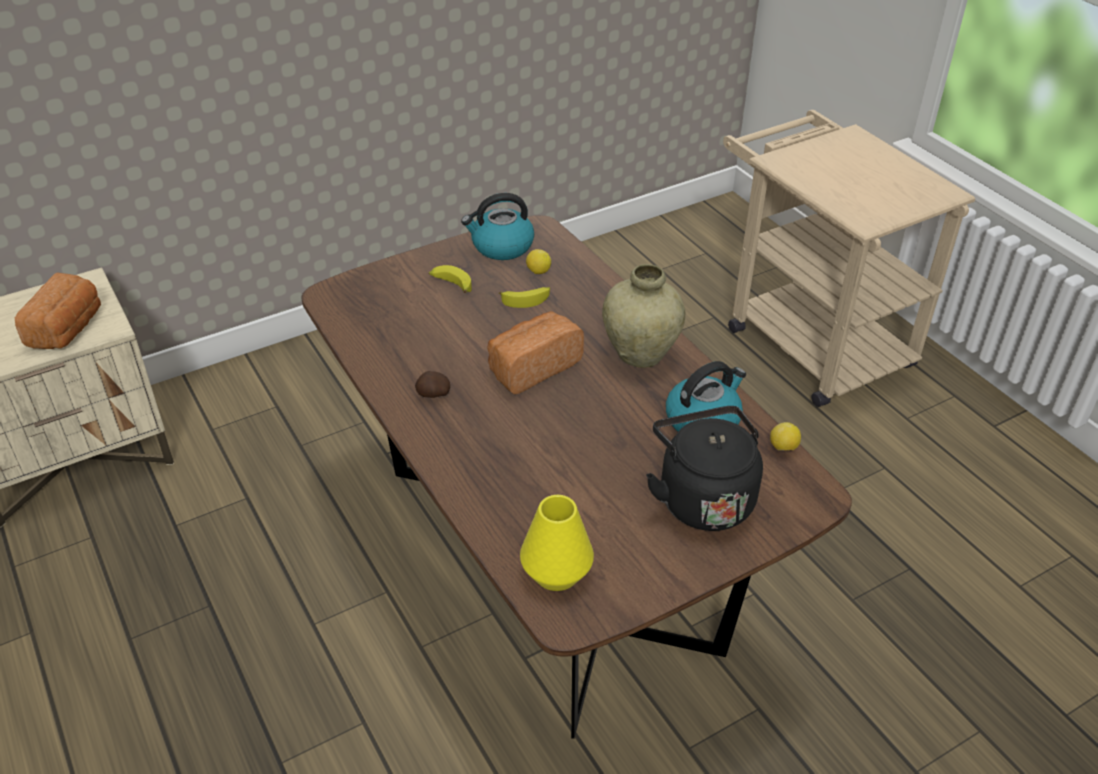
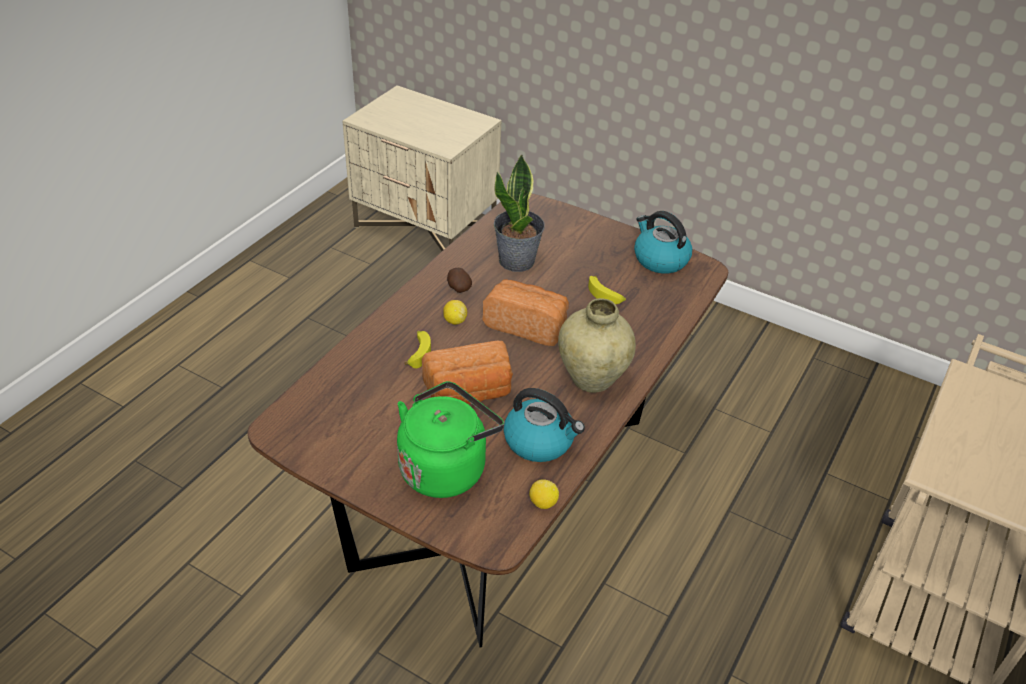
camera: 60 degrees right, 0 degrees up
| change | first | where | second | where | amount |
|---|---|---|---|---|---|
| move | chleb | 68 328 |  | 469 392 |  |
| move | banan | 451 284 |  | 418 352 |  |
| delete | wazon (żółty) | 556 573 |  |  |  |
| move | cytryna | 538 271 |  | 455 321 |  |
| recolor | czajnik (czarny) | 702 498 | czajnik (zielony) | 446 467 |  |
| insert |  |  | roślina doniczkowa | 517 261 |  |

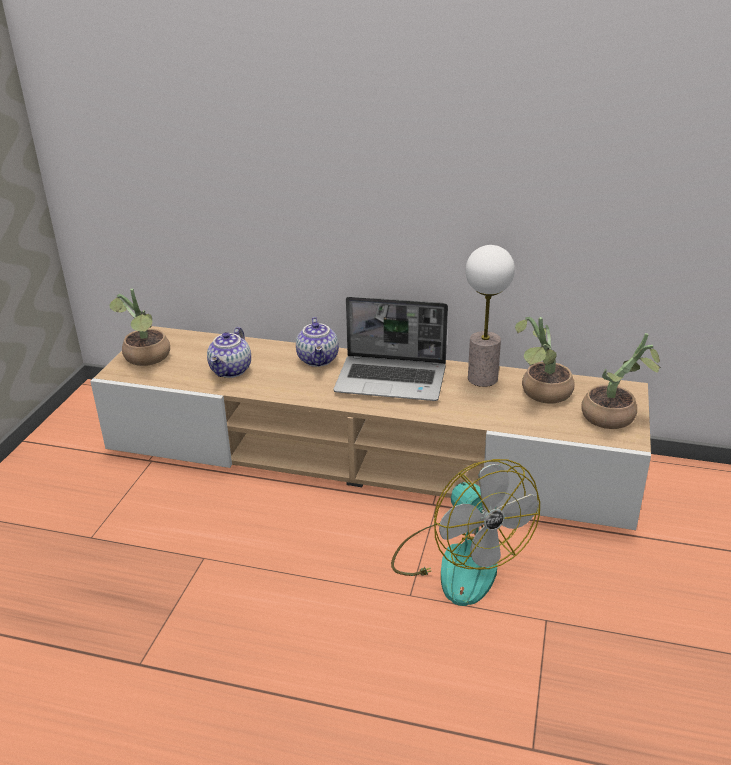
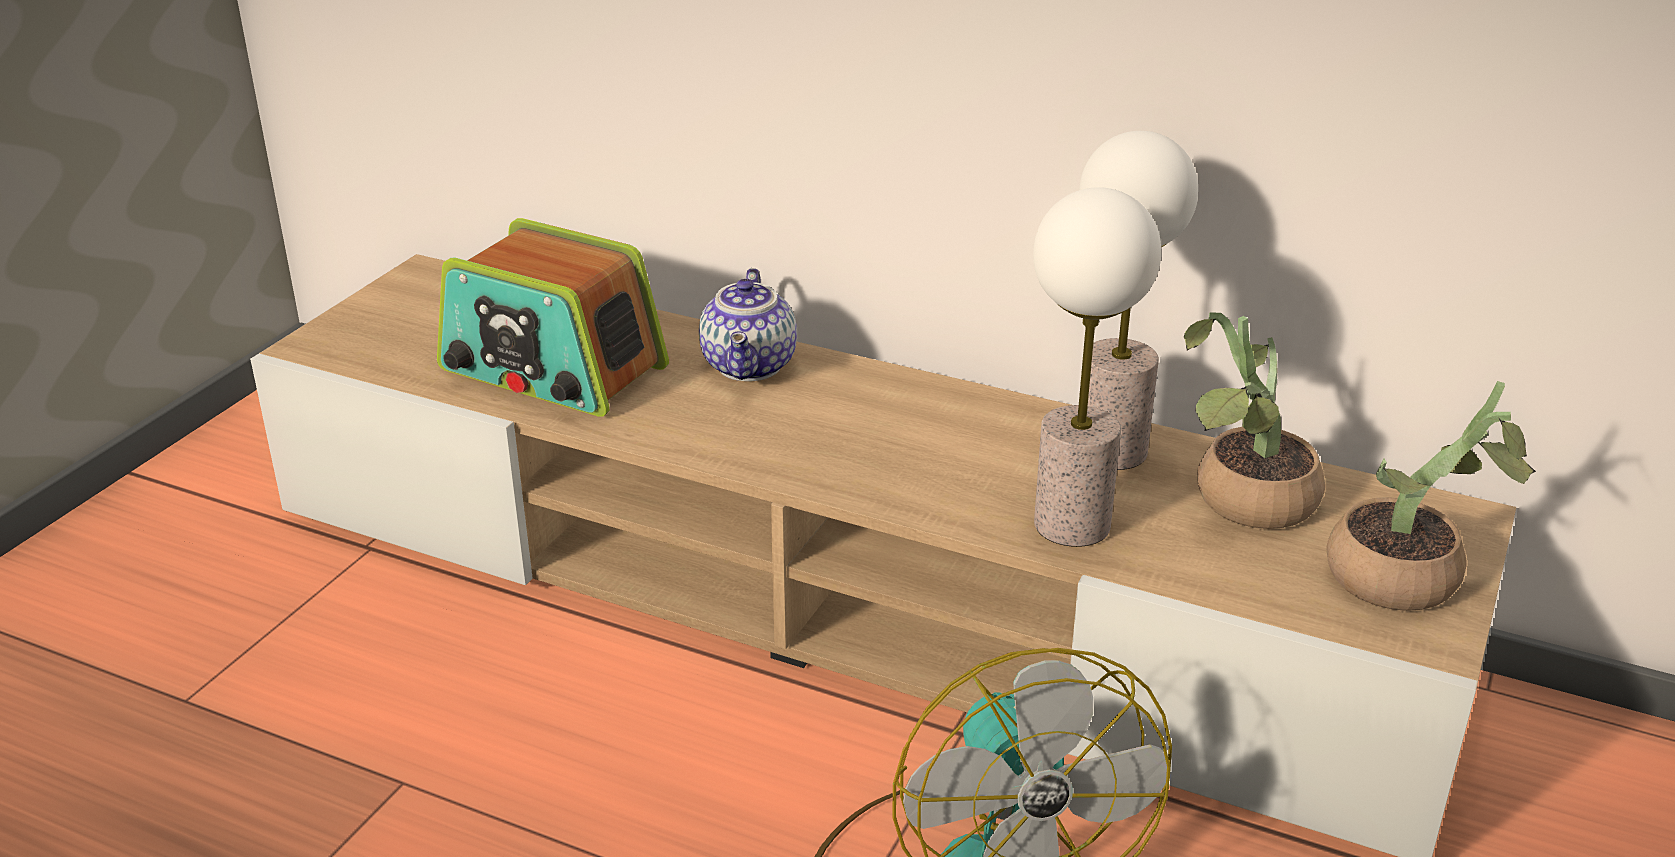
camera: 10 degrees right, 0 degrees up
| change | first | where | second | where | amount |
|---|---|---|---|---|---|
| delete | roślina doniczkowa | 146 359 |  |  |  |
| replace | imbryk | 231 371 | radio | 552 370 |  |
| delete | laptop | 392 380 |  |  |  |
| insert |  |  | lampa stołowa | 1070 524 |  |

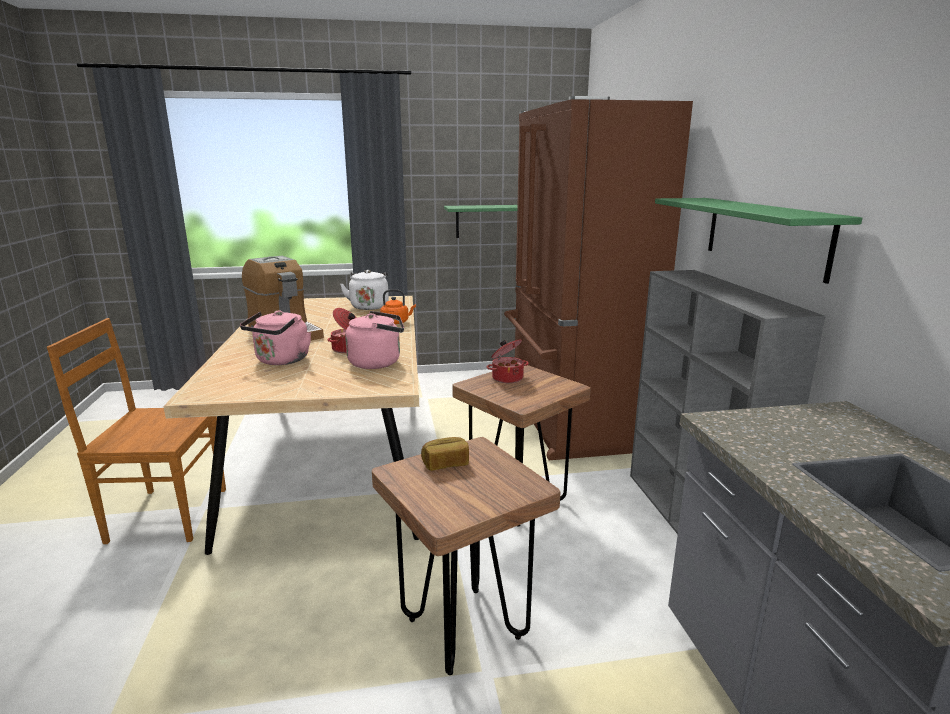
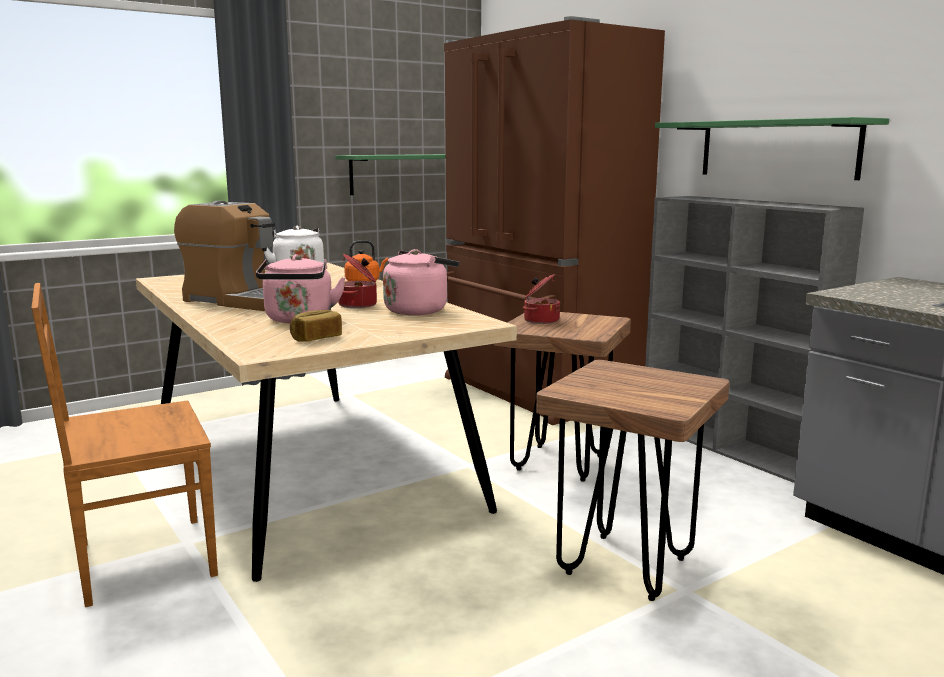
camera: 25 degrees left, 5 degrees down
| change | first | where | second | where | amount |
|---|---|---|---|---|---|
| move | chleb | 445 464 |  | 316 338 |  |

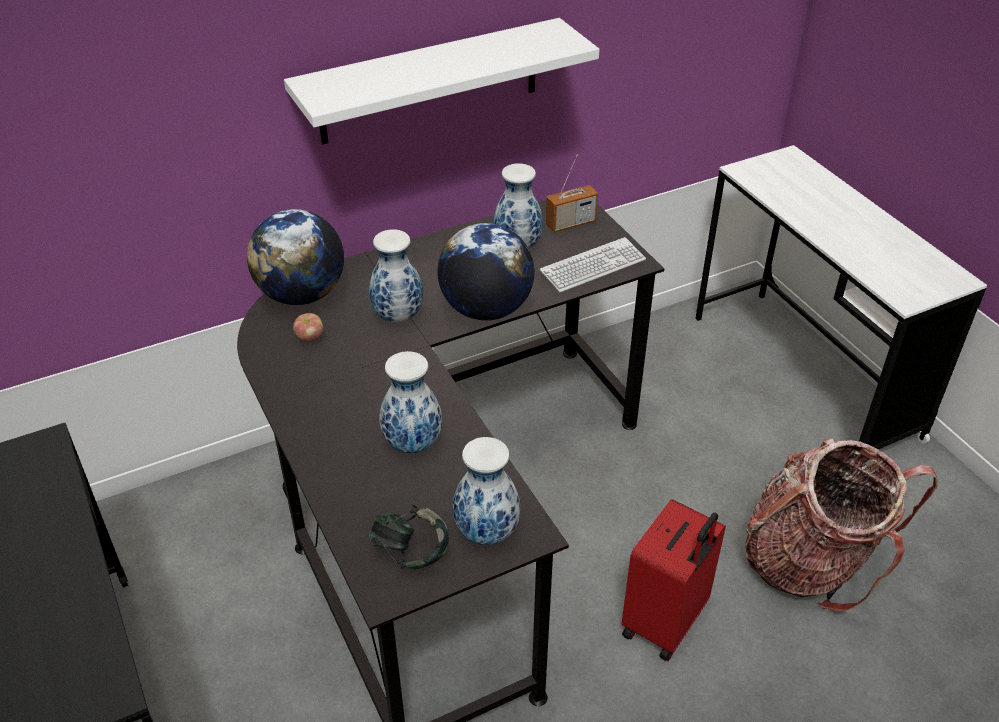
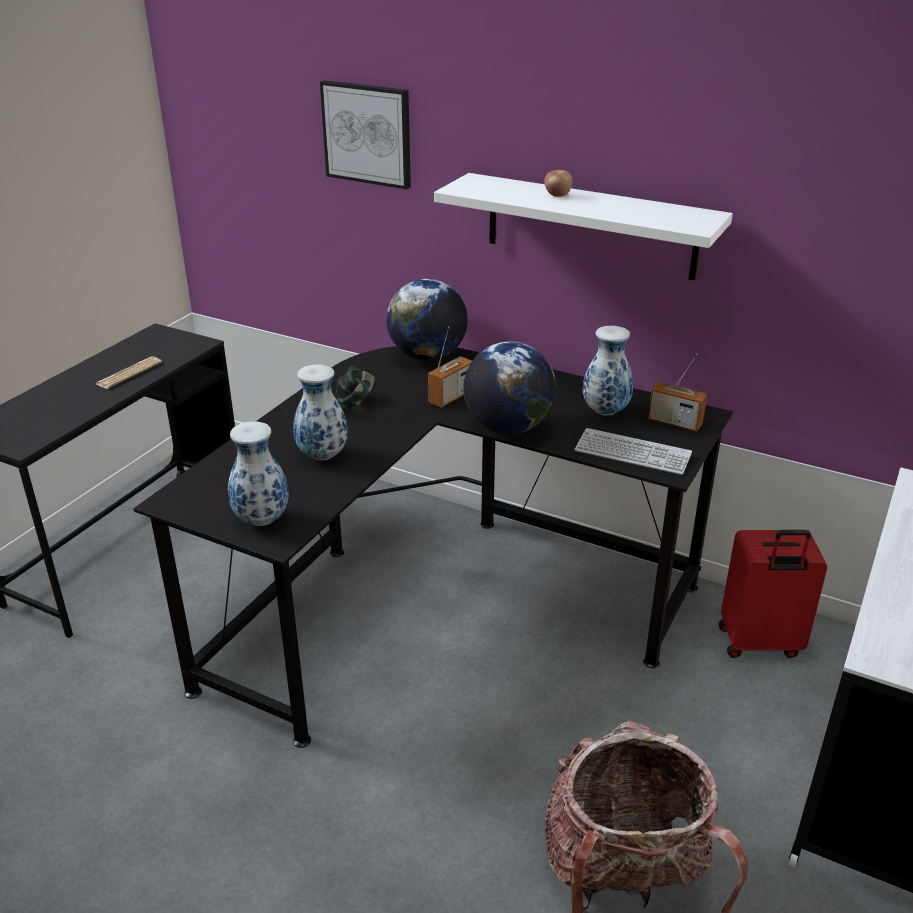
camera: 55 degrees right, 10 degrees down
| change | first | where | second | where | amount |
|---|---|---|---|---|---|
| move | jabłko | 310 338 |  | 557 195 |  |
| replace | wazon | 396 316 | radio | 451 397 |  |
| move | słuchawki | 410 552 |  | 356 404 |  |
| move | walizka (czerwony) | 665 623 |  | 759 643 |  |
| insert |  |  | gazeta | 129 373 |  |
| insert |  |  | obraz | 367 133 |  |

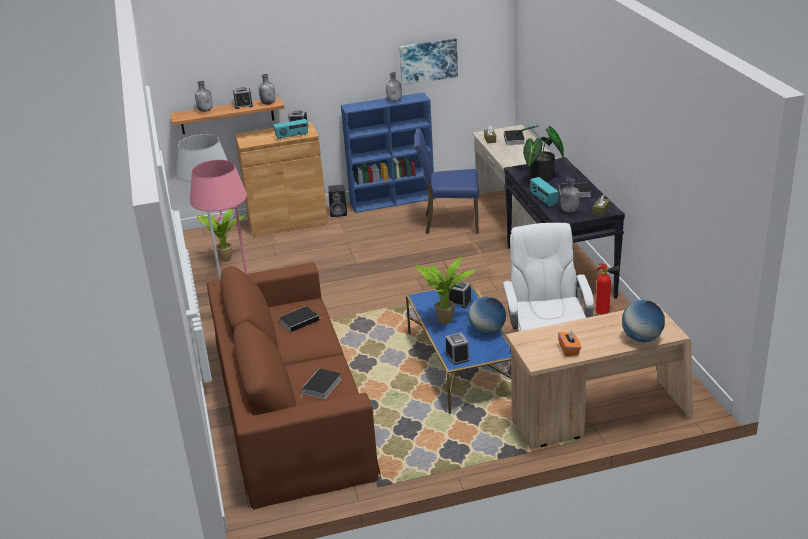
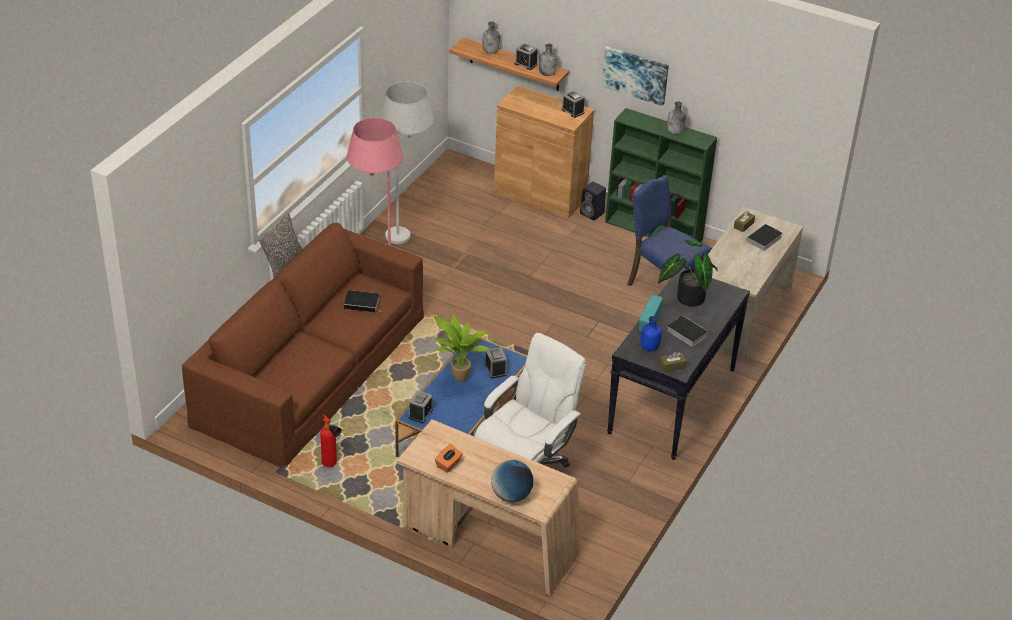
camera: 40 degrees right, 10 degrees up
| change | first | where | second | where | amount |
|---|---|---|---|---|---|
| delete | roślina doniczkowa | 226 260 |  |  |  |
| delete | radio | 292 137 |  |  |  |
| delete | książka | 321 387 |  |  |  |
| recolor | regał (niebieski) | 393 201 | regał (zielony) | 654 231 |  |
| move | obraz | 428 61 |  | 635 74 |  |
| delete | globus | 487 331 |  |  |  |
| recolor | butelka (szary) | 569 211 | butelka (niebieski) | 649 347 |  |
| move | gaśnica | 605 312 |  | 331 465 |  |
| insert |  |  | poduszka | 283 265 |  |

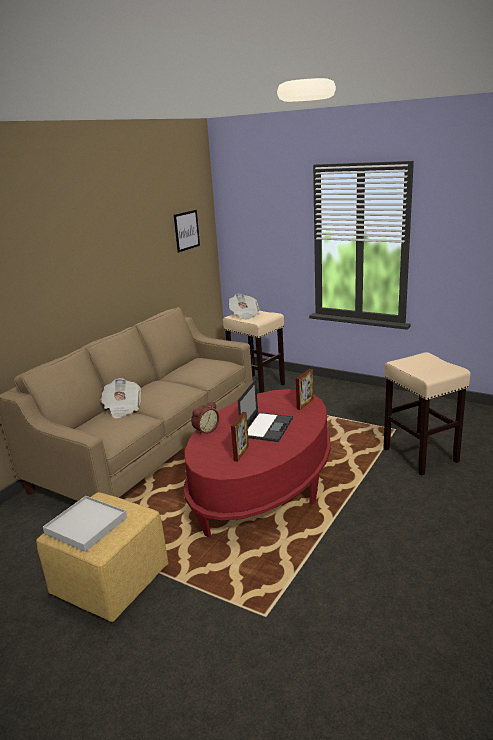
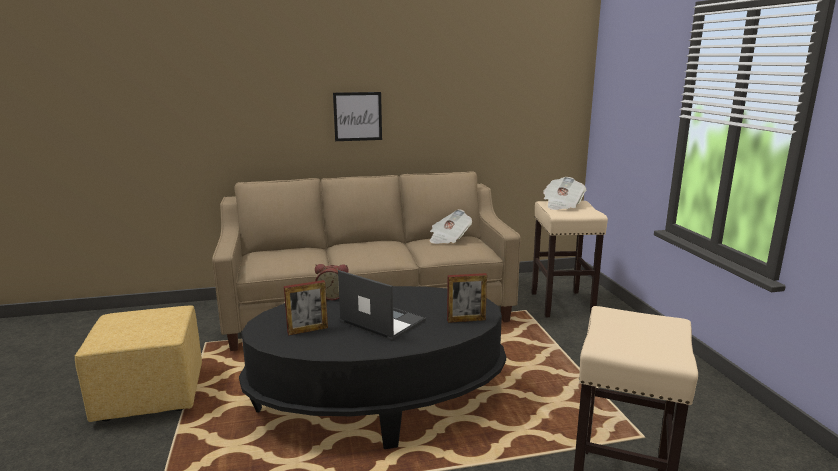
camera: 45 degrees right, 5 degrees down
| change | first | where | second | where | amount |
|---|---|---|---|---|---|
| delete | taca (biały) | 86 525 |  |  |  |
| move | gazeta | 122 408 |  | 448 238 |  |
| move | obraz | 186 230 |  | 357 116 |  |
| recolor | ława (czerwony) | 263 488 | ława (czarny) | 378 401 |  |
| rotate | laptop | 266 427 |  | 381 321 | 120 degrees counterclockwise |

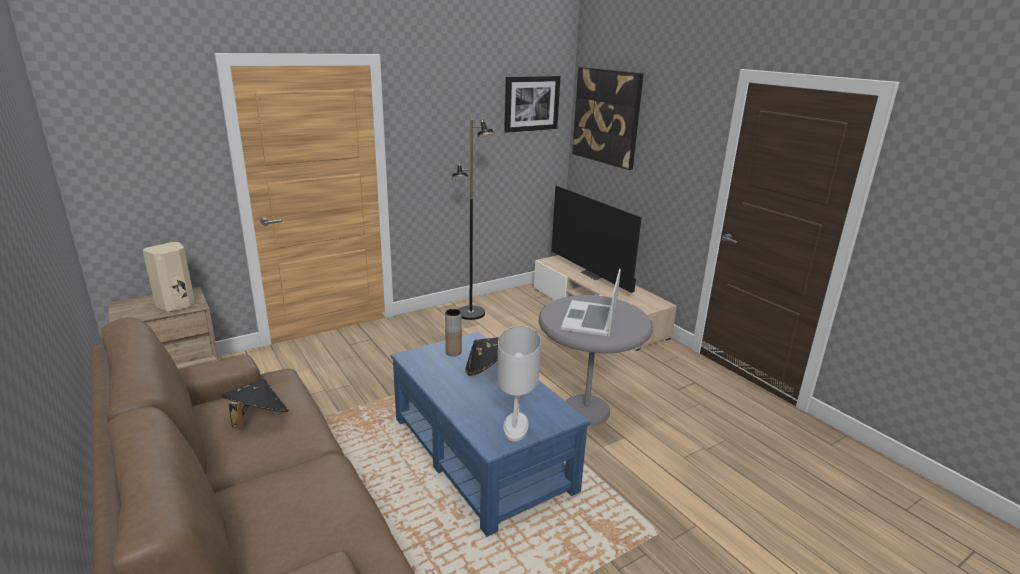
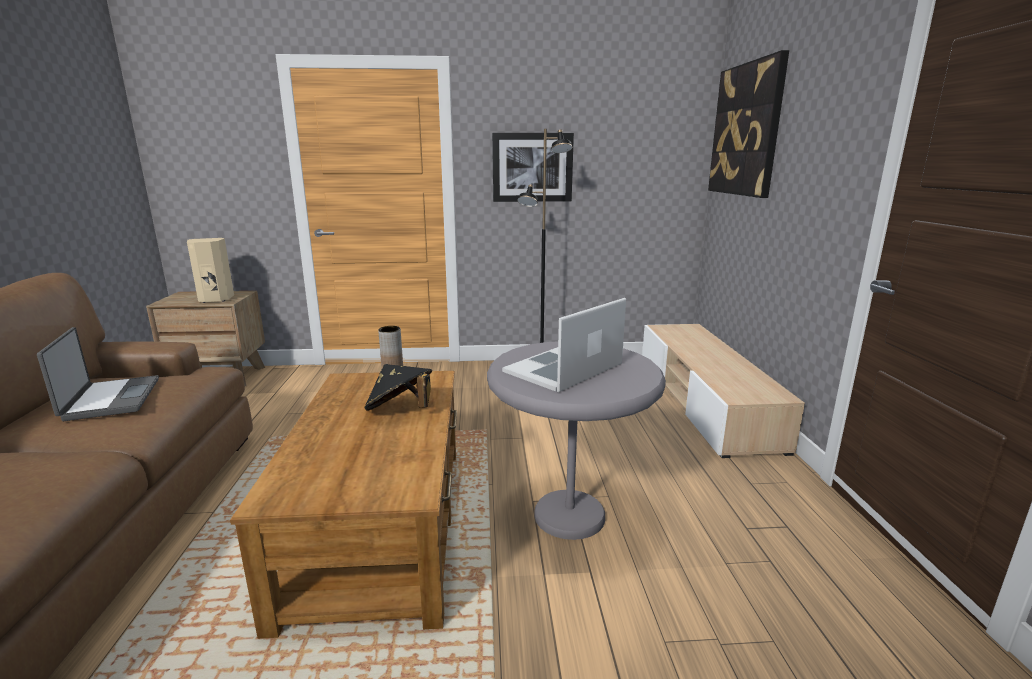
camera: 30 degrees right, 5 degrees down
| change | first | where | second | where | amount |
|---|---|---|---|---|---|
| replace | kapelusz (czarny) | 257 420 | laptop | 110 399 |  |
| recolor | ława (niebieski) | 481 452 | ława (brązowy) | 382 524 |  |
| delete | lampa stołowa (biały) | 515 427 |  |  |  |
| move | obraz | 531 103 |  | 532 167 |  |
| delete | telewizor | 594 274 |  |  |  |

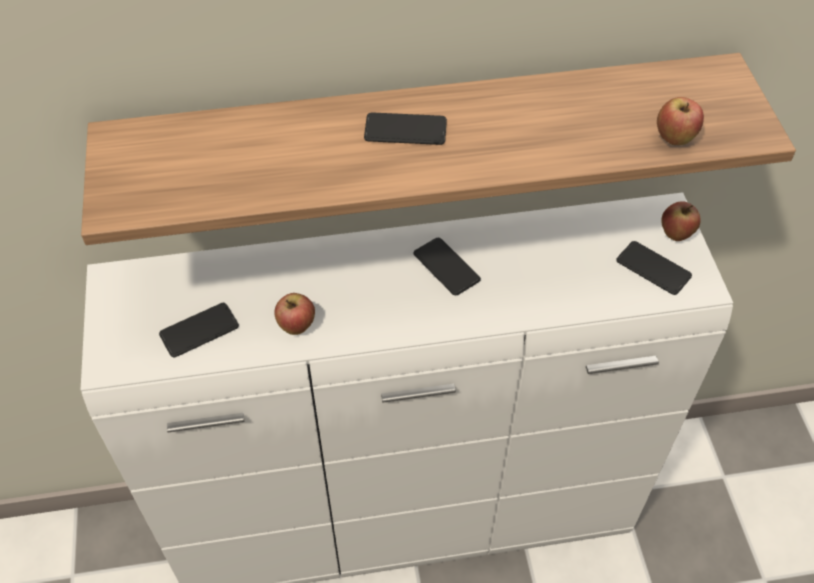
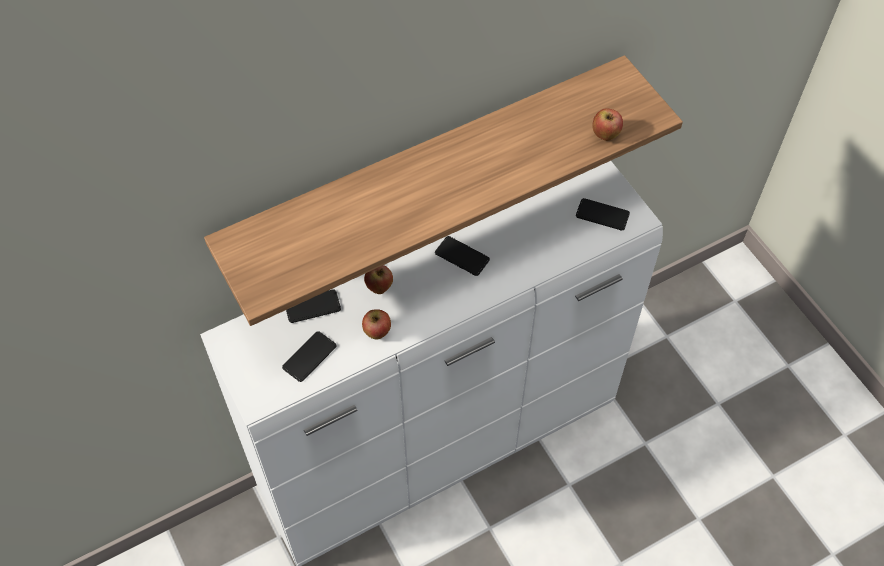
camera: 20 degrees left, 5 degrees up
| change | first | where | second | where | amount |
|---|---|---|---|---|---|
| move | telefon | 405 130 |  | 312 306 |  |
| move | jabłko | 676 235 |  | 379 287 |  |

